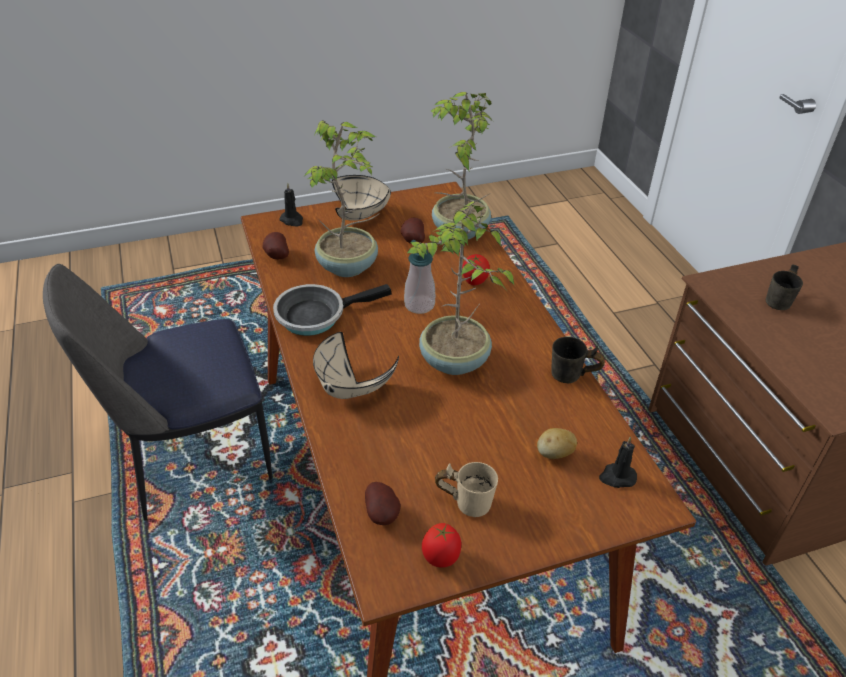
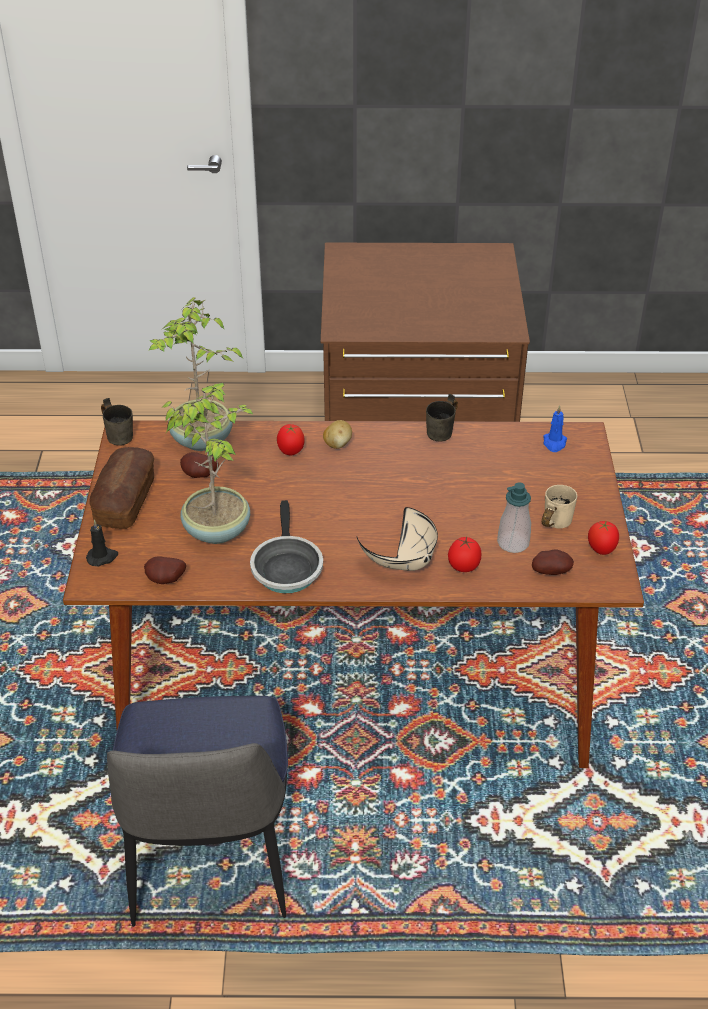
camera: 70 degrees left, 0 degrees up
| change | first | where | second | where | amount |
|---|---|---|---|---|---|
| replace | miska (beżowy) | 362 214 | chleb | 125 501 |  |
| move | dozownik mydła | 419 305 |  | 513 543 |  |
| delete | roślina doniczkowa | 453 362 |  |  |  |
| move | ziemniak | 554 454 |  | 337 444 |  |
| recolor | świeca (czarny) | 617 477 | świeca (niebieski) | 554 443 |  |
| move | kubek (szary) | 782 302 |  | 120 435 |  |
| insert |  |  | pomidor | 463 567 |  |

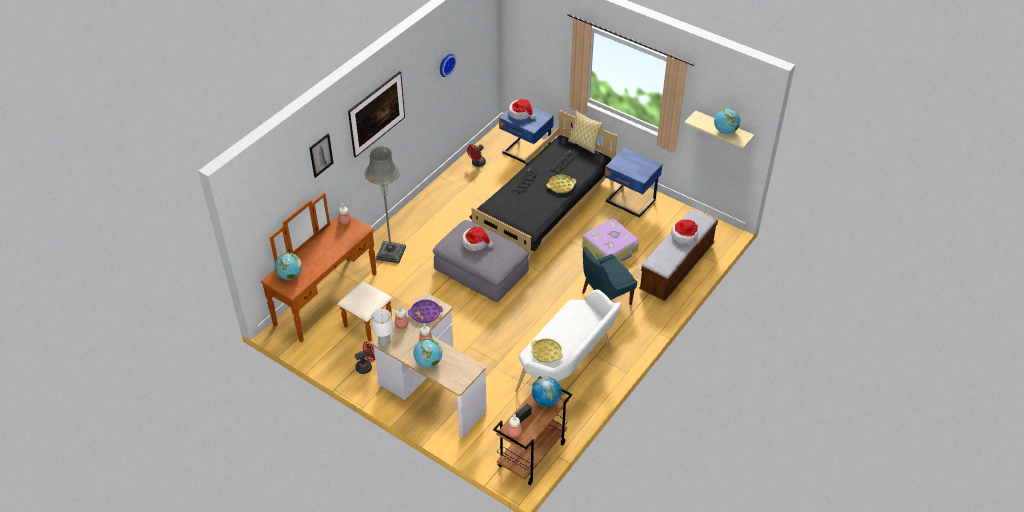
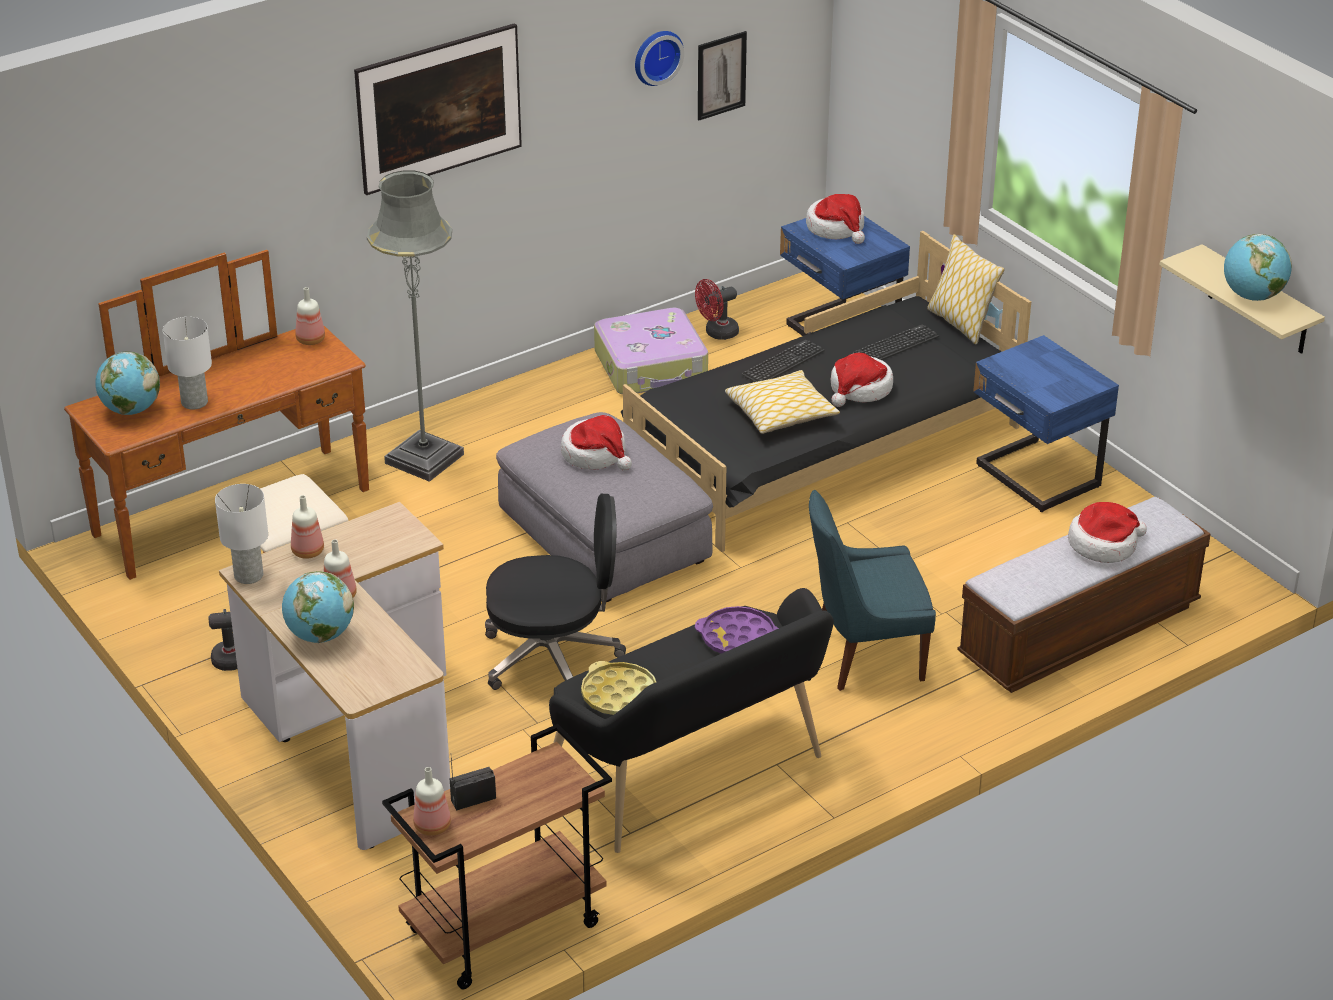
camera: 20 degrees right, 10 degrees down
| change | first | where | second | where | amount |
|---|---|---|---|---|---|
| move | obraz | 321 155 |  | 721 75 |  |
| move | taca (fioletowy) | 425 313 |  | 738 638 |  |
| recolor | ławka (biały) | 568 370 | ławka (czarny) | 693 779 |  |
| delete | globus | 546 400 |  |  |  |
| replace | taca (żółty) | 561 186 | kapelusz | 860 389 |  |
| move | walizka | 610 248 |  | 652 367 |  |
| insert |  |  | lampa stołowa (biały) | 195 402 |  |
| insert |  |  | krzesło biurowe (czarny) | 553 657 |  |
| insert |  |  | poduszka | 781 413 |  |

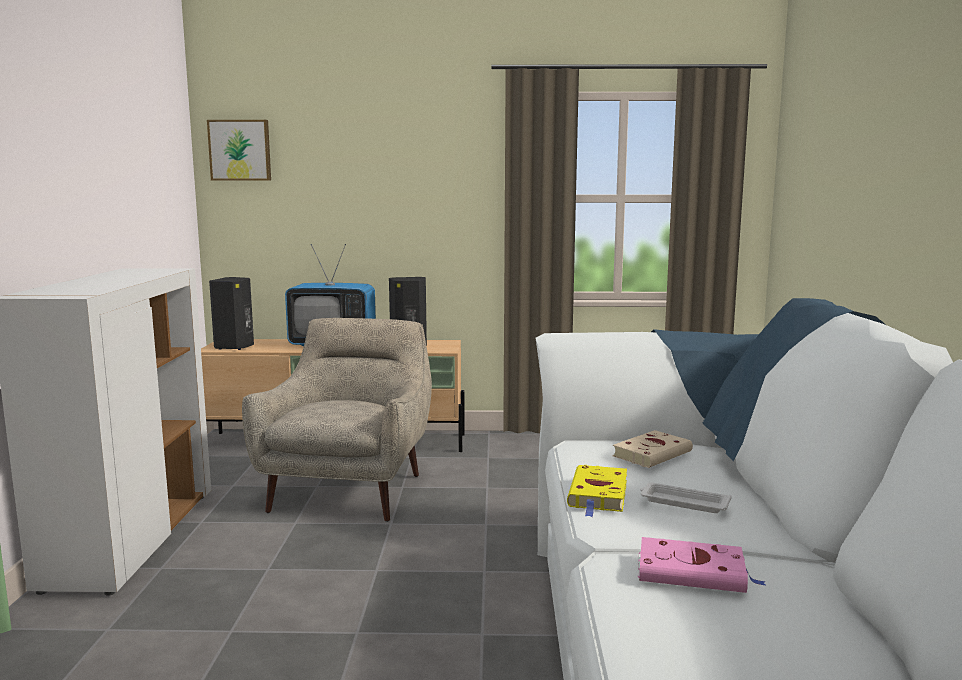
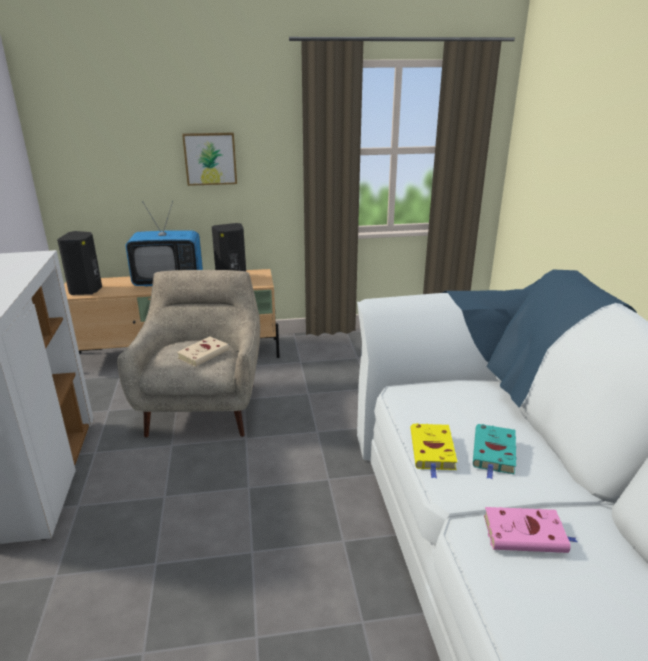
camera: 10 degrees left, 15 degrees up
| change | first | where | second | where | amount |
|---|---|---|---|---|---|
| move | obraz | 240 150 |  | 210 158 |  |
| move | książka (beżowy) | 653 453 |  | 204 354 |  |
| replace | taca (biały) | 683 502 | książka (turkusowy) | 494 453 |  |

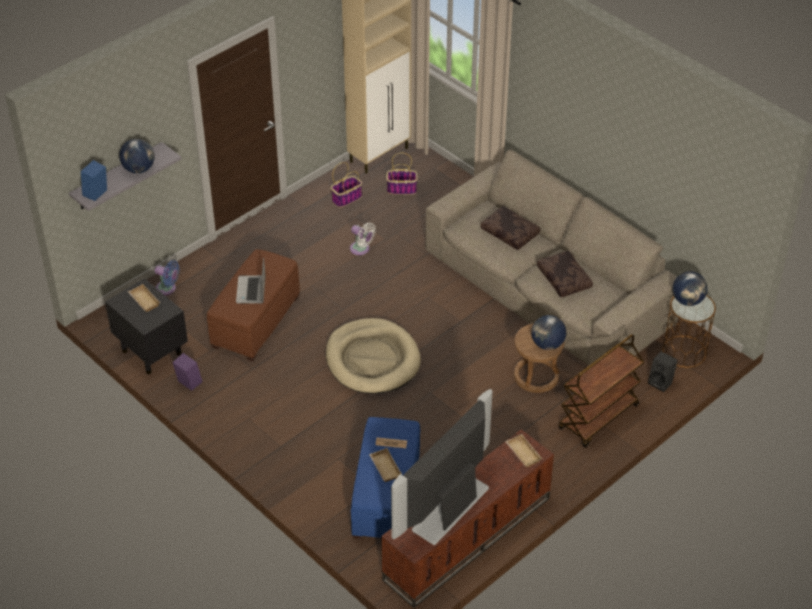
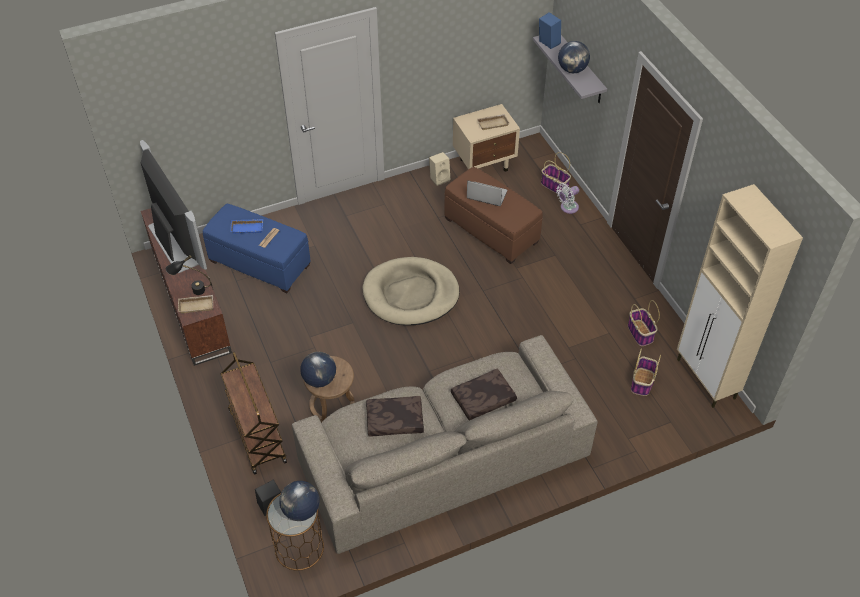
camera: 110 degrees right, 5 degrees up
| change | first | where | second | where | amount |
|---|---|---|---|---|---|
| recolor | szafka nocna (czarny) | 151 351 | szafka nocna (beżowy) | 484 164 |  |
| replace | wentylator (niebieski) | 167 289 | koszyk | 555 186 |  |
| recolor | głośnik (fioletowy) | 188 383 | głośnik (beżowy) | 439 178 |  |
| move | wentylator (biały) | 361 249 |  | 567 208 |  |
| recolor | taca (beżowy) | 384 467 | taca (niebieski) | 247 227 |  |
| insert |  |  | lampa stołowa (czarny) | 192 291 |  |

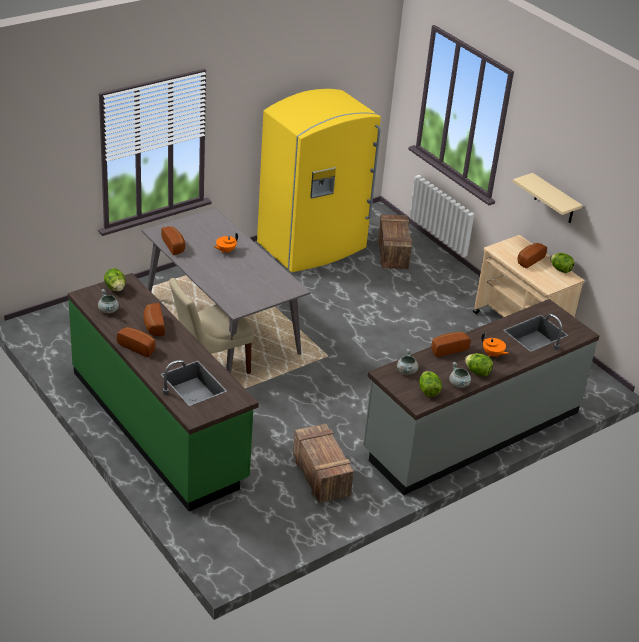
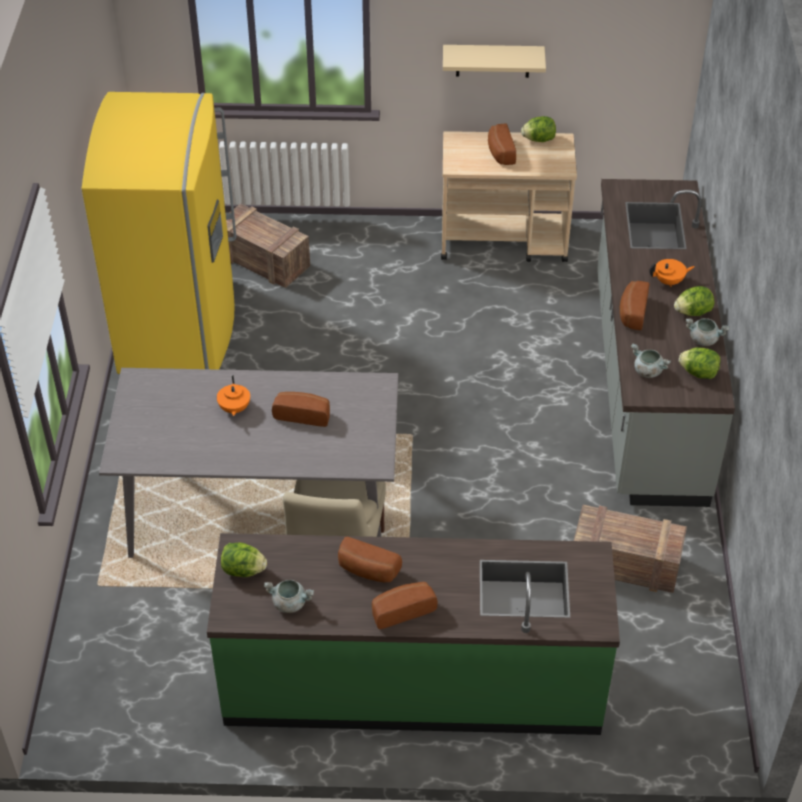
camera: 50 degrees left, 10 degrees up
| change | first | where | second | where | amount |
|---|---|---|---|---|---|
| move | chleb | 174 246 |  | 303 414 |  |

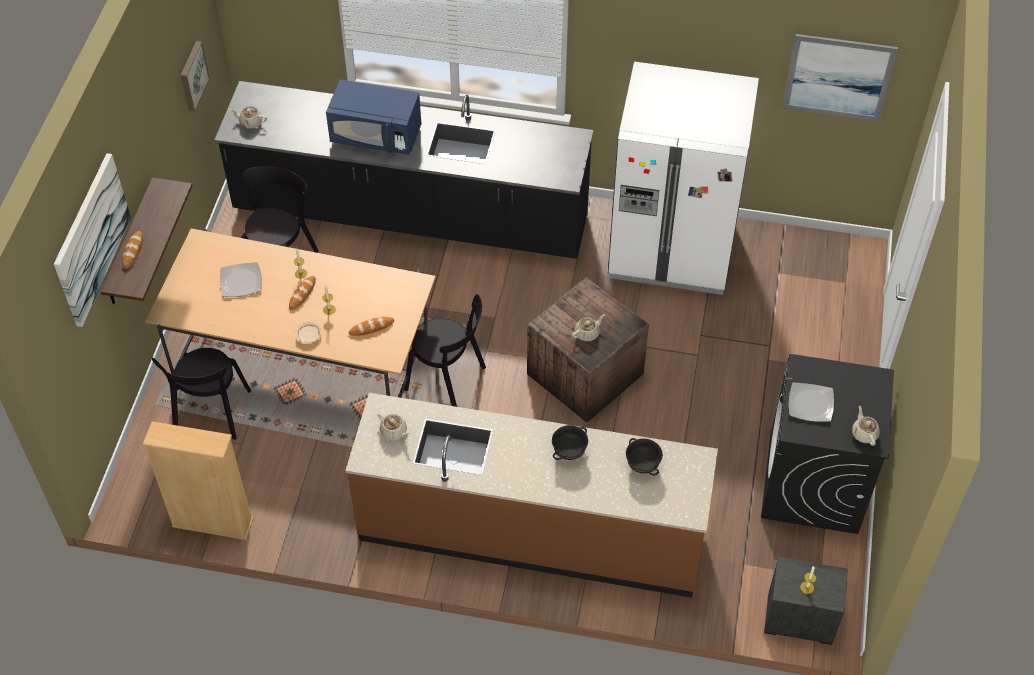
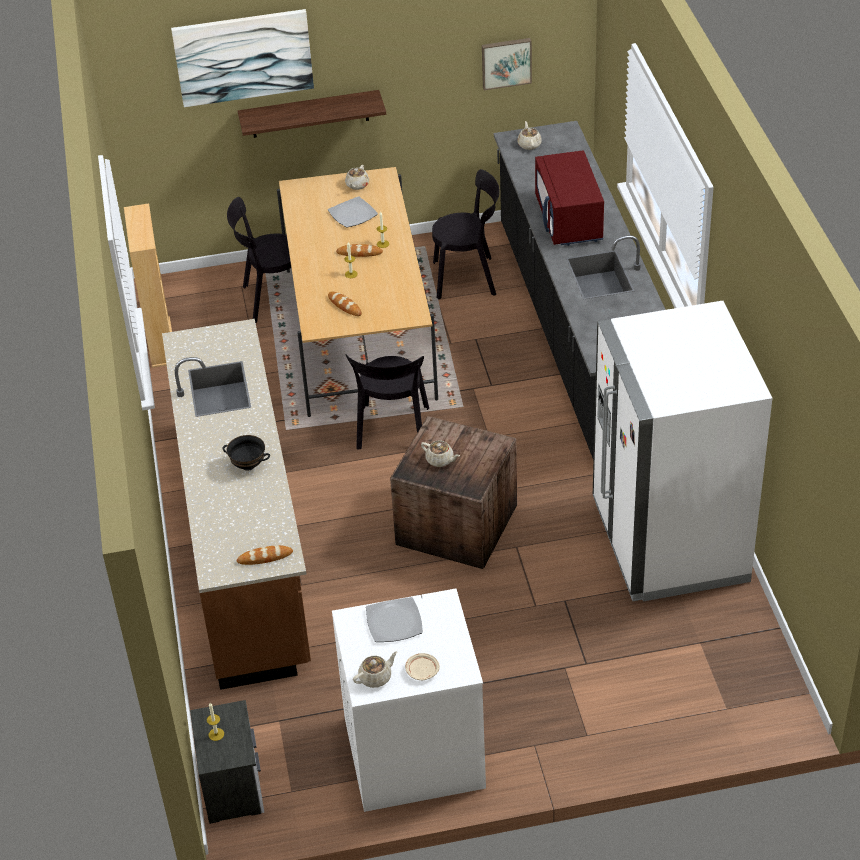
camera: 70 degrees right, 10 degrees down
| change | first | where | second | where | amount |
|---|---|---|---|---|---|
| move | chleb | 133 251 |  | 265 557 |  |
| move | talerz (beżowy) | 308 336 |  | 422 671 |  |
| recolor | mikrofalówka (niebieski) | 377 135 | mikrofalówka (czerwony) | 569 220 |  |
| move | imbryk (beżowy) | 394 432 |  | 357 185 |  |
| delete | miska (czarny) | 643 466 |  |  |  |
| recolor | pralka (czarny) | 813 484 | pralka (biały) | 413 754 |  |
| delete | obraz | 838 77 |  |  |  |

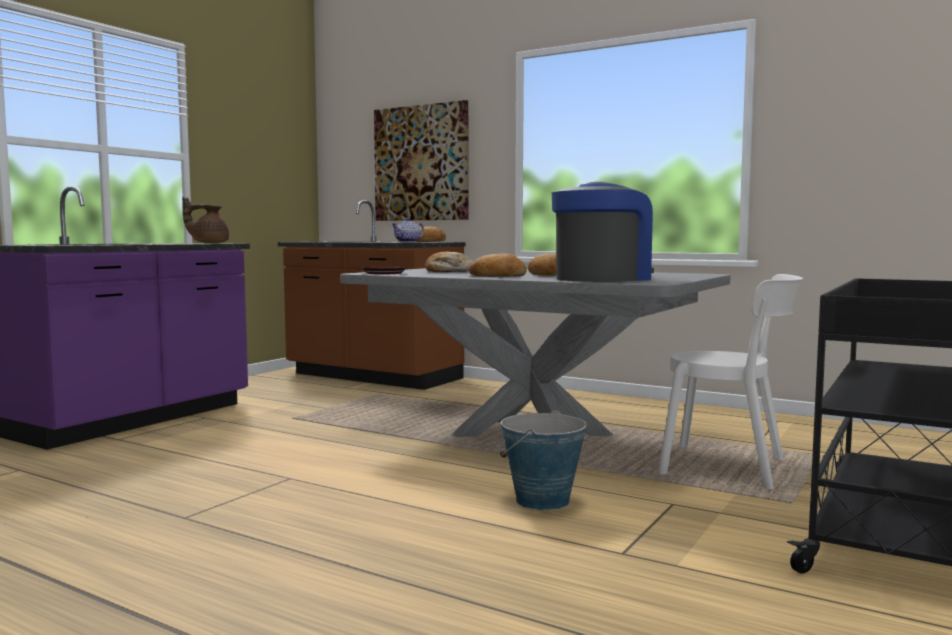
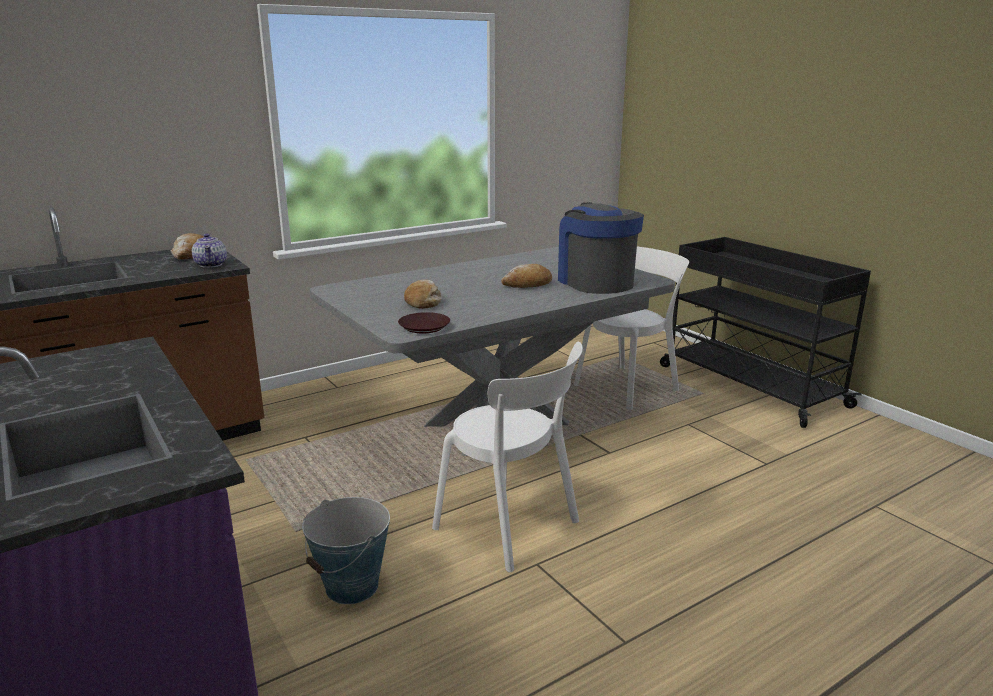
camera: 65 degrees left, 15 degrees up
| change | first | where | second | where | amount |
|---|---|---|---|---|---|
| delete | imbryk (brązowy) | 209 243 |  |  |  |
| delete | obraz | 421 163 |  |  |  |
| delete | chleb | 498 276 |  |  |  |
| move | wiadro | 542 501 |  | 352 586 |  |
| insert |  |  | krzesło (biały) | 511 527 |  |

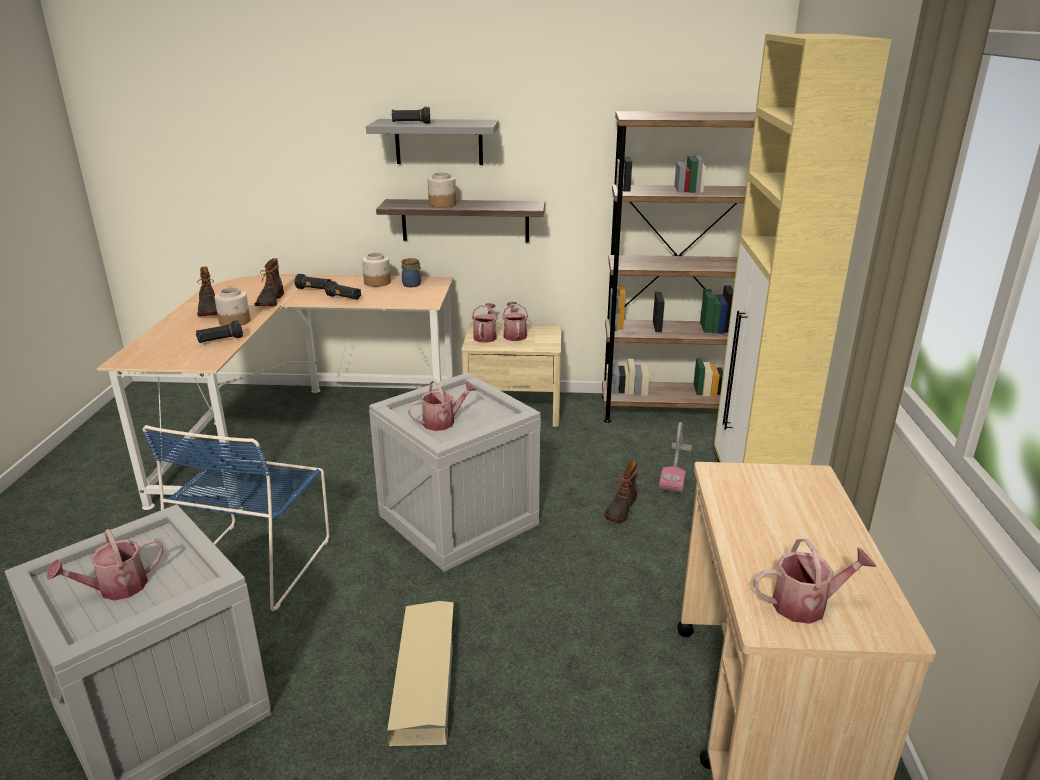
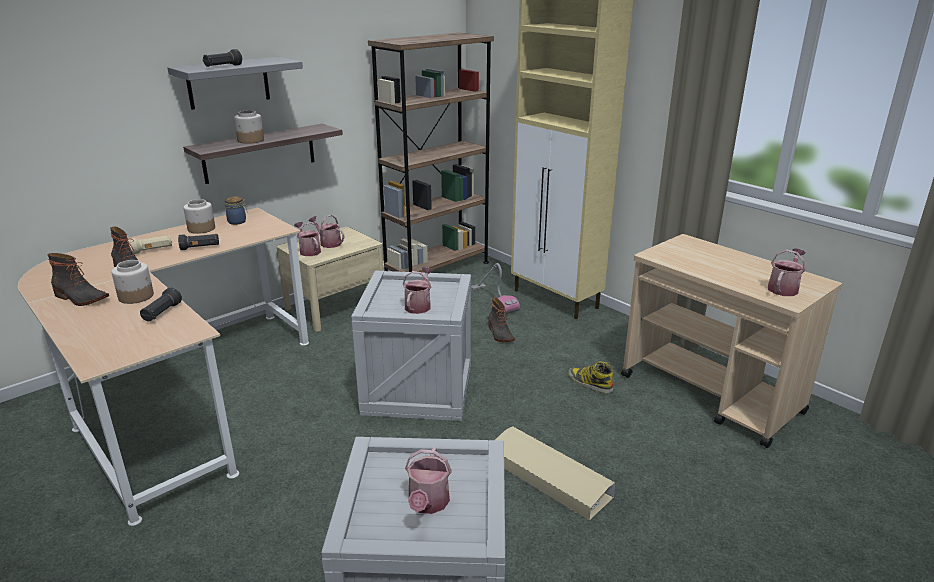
camera: 45 degrees left, 0 degrees up
| change | first | where | second | where | amount |
|---|---|---|---|---|---|
| delete | krzesło (niebieski) | 255 561 |  |  |  |
| recolor | latarka (czarny) | 314 289 | latarka (beżowy) | 153 250 |  |
| insert |  |  | but z cholewką | 589 383 |  |

